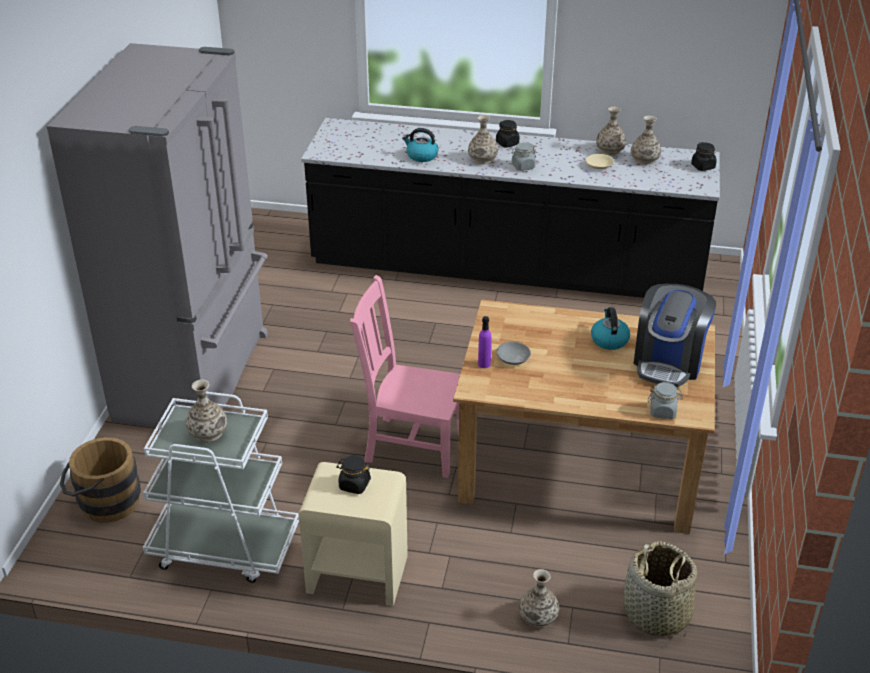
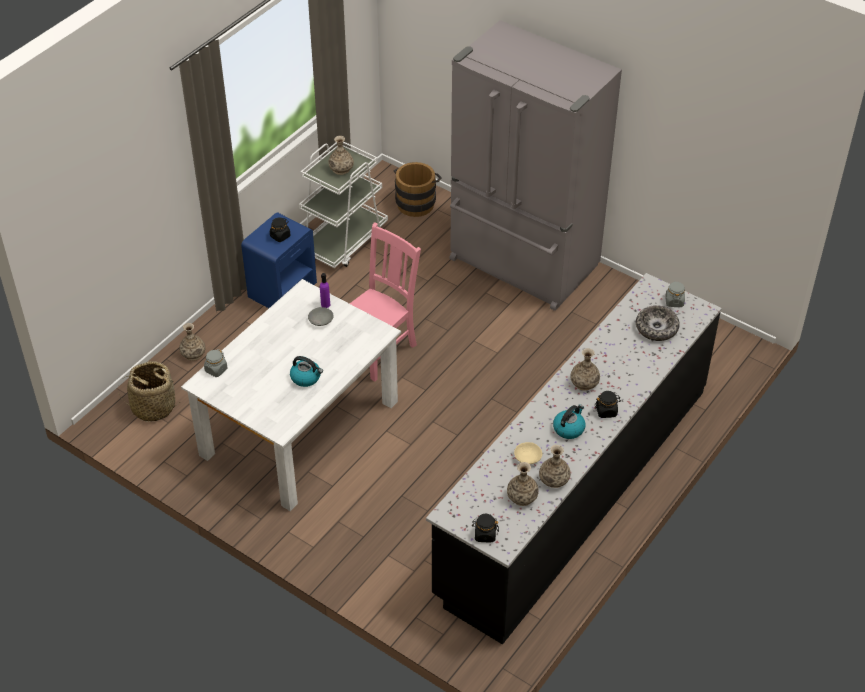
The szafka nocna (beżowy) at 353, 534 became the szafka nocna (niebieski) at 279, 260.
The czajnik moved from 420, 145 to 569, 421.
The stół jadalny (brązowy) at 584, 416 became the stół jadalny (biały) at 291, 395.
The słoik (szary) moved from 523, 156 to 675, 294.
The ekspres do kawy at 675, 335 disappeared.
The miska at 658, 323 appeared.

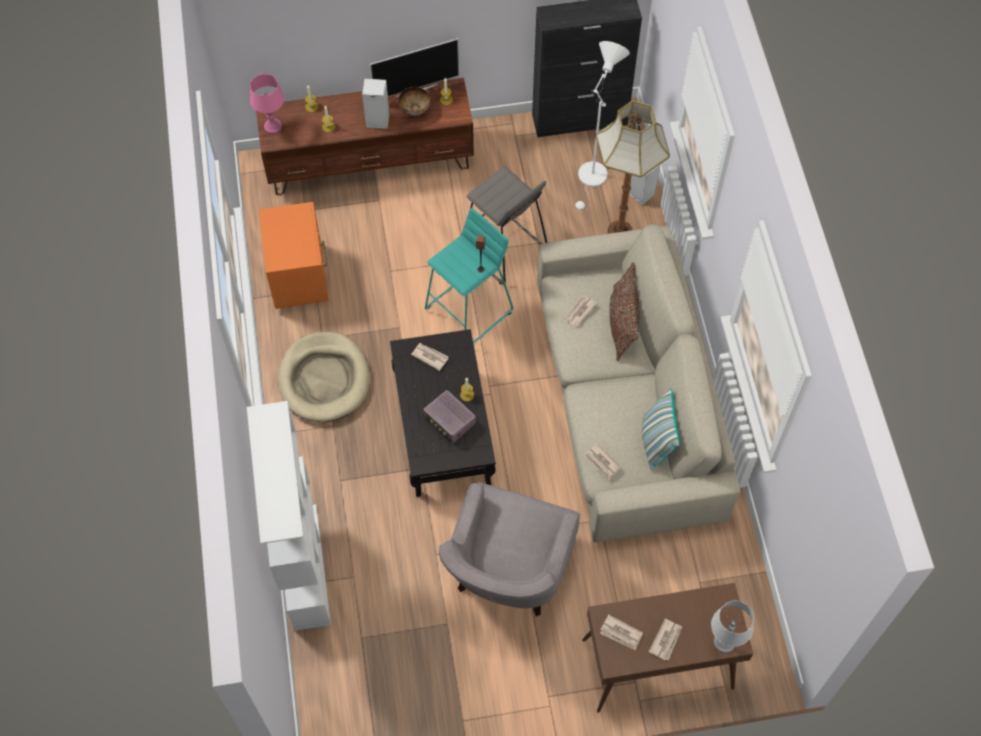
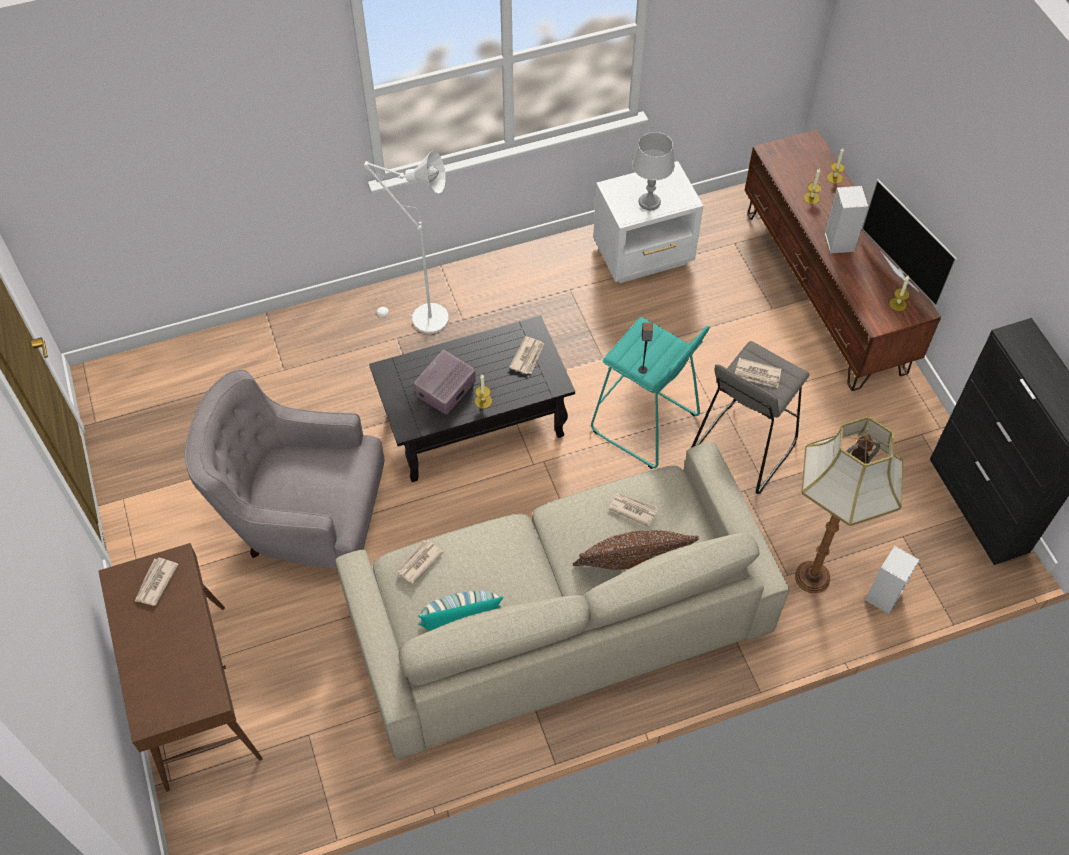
The regał (biały) at 289, 516 disappeared.
The lampa stołowa (różowy) at 267, 104 disappeared.
The szafka nocna (pomarańczowy) at 294, 255 became the szafka nocna (biały) at 648, 222.
The legowisko (beżowy) at 324, 376 disappeared.
The miska at 414, 101 disappeared.
The lampa stojąca (biały) moved from 602, 127 to 406, 242.
The gazeta moved from 665, 640 to 758, 373.
The lampa stołowa (szary) moved from 732, 627 to 653, 171.

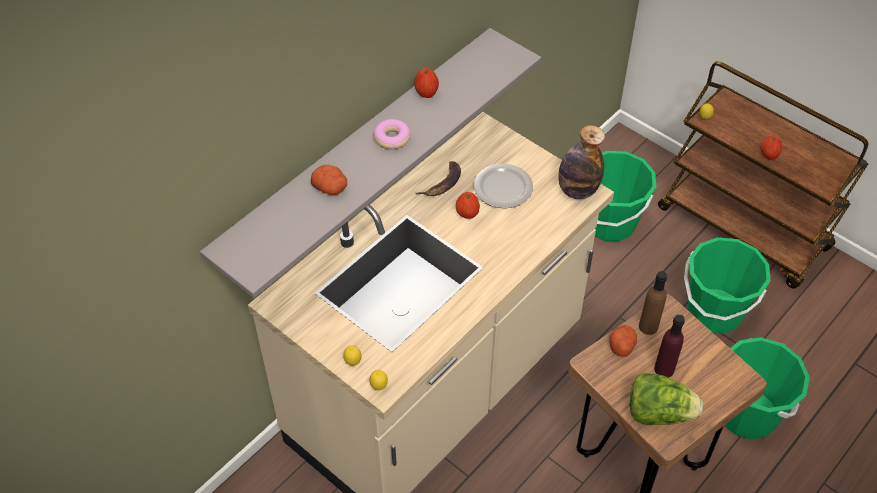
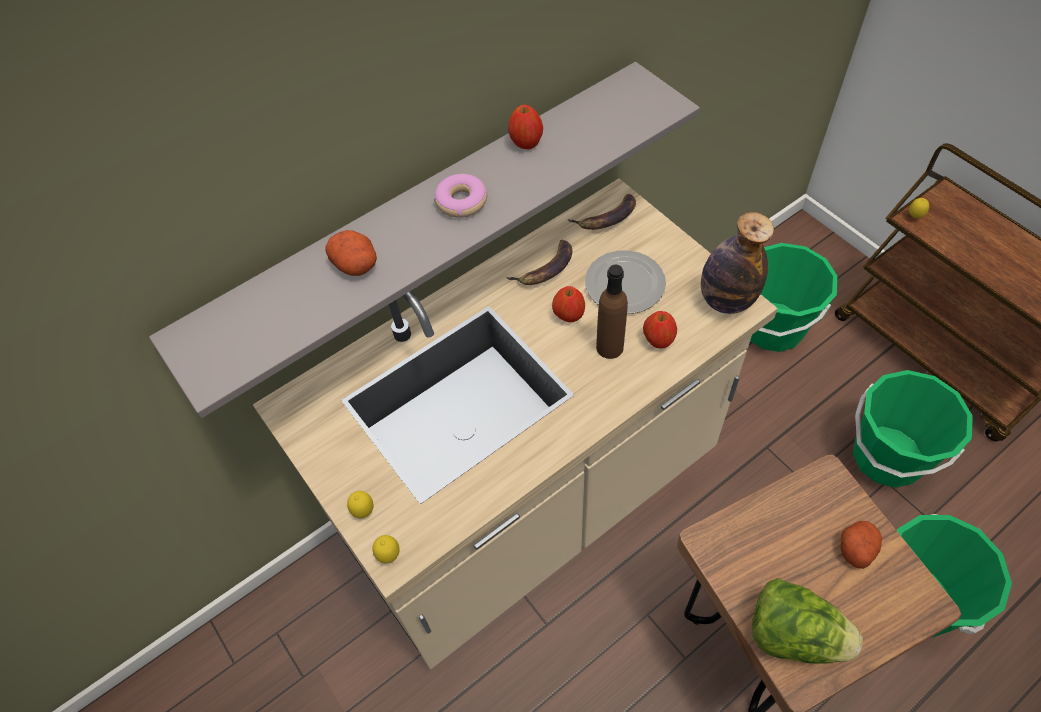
The ziemniak moved from 623, 341 to 861, 545.
The butelka (brązowy) moved from 653, 303 to 612, 312.
The butelka (fioletowy) at 669, 346 disappeared.
The jabłko moved from 771, 148 to 660, 330.
The banan at 602, 211 appeared.

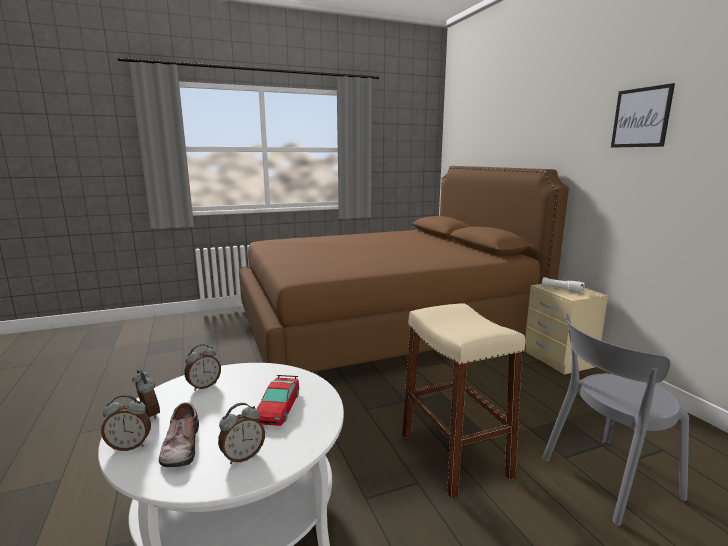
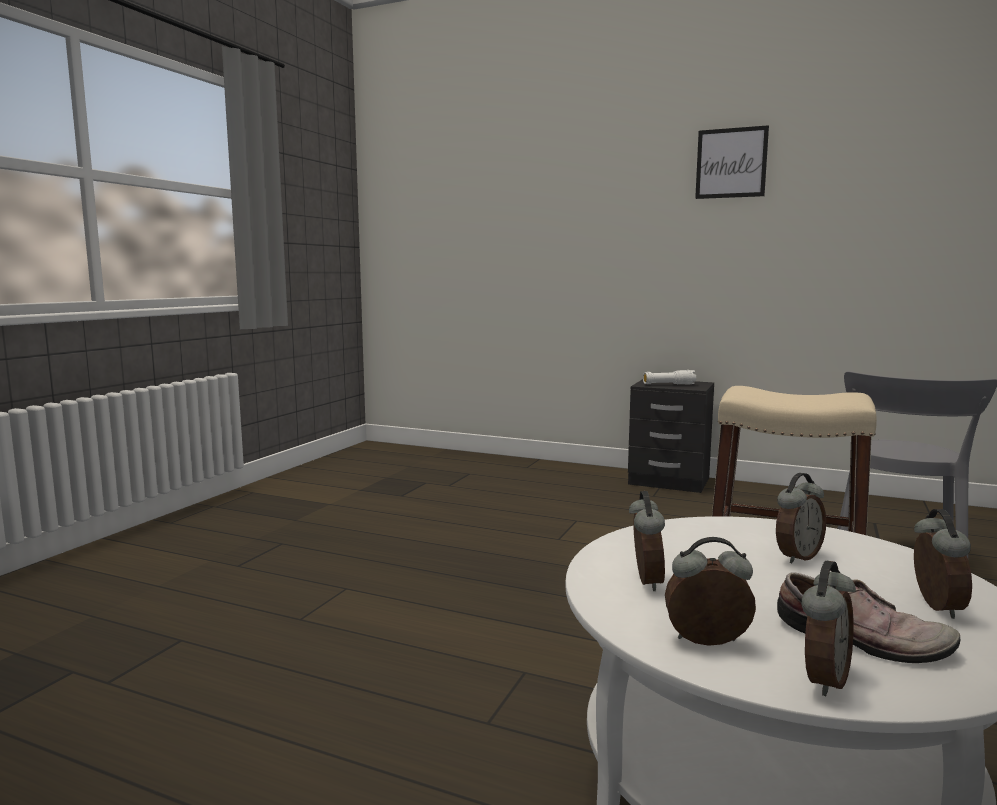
The łóżko (brązowy) at 404, 269 disappeared.
The samochodzik at 278, 400 was replaced by the budzik at 801, 518.
The szafka nocna (beżowy) at 566, 329 became the szafka nocna (czarny) at 671, 436.

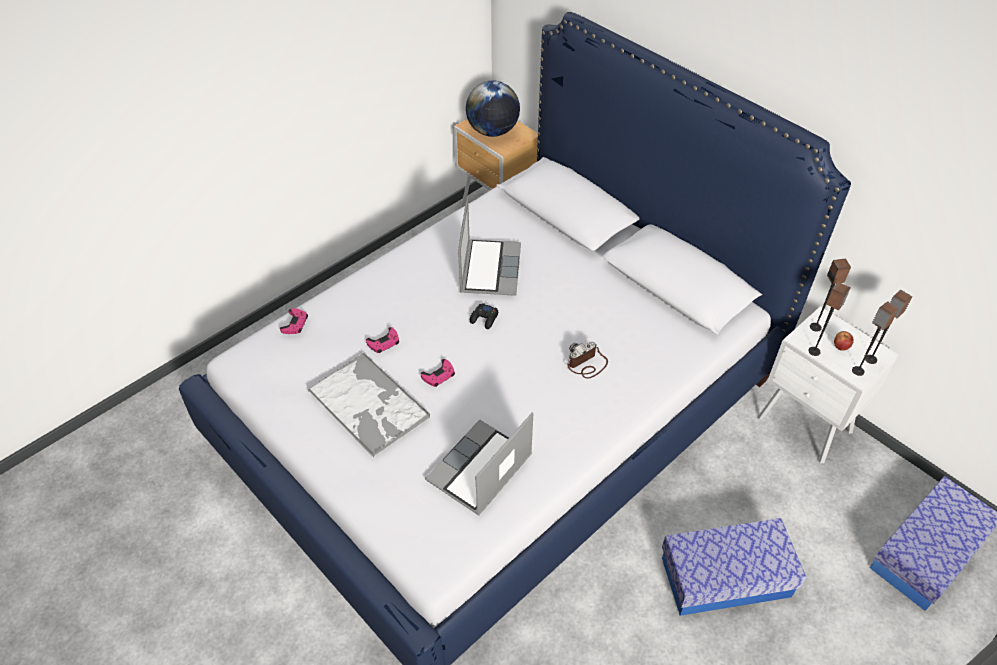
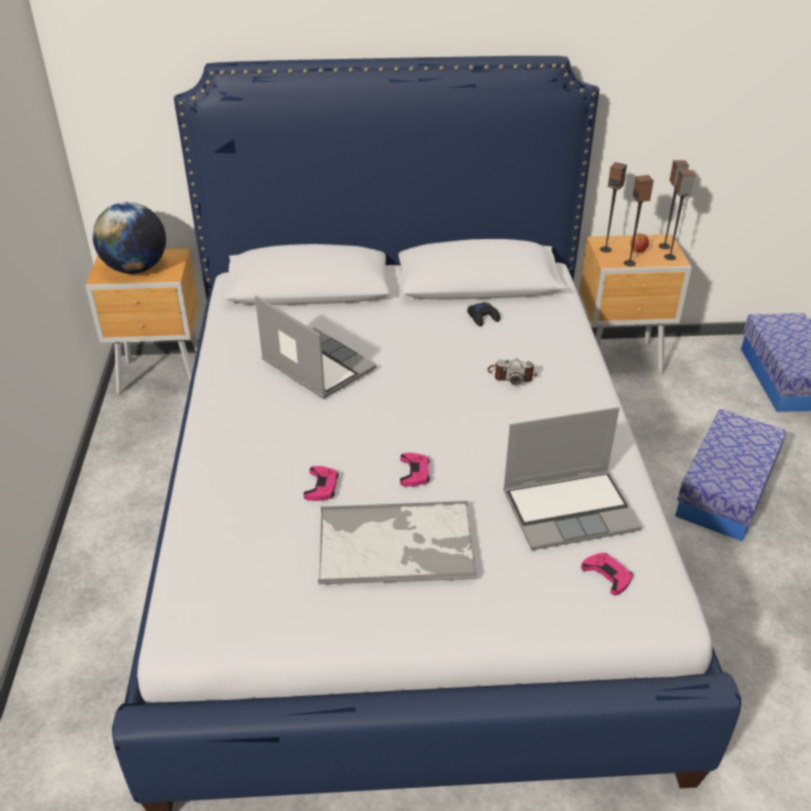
The pad do gier (różowy) moved from 294, 321 to 607, 573.
The laptop at 479, 463 turned 90 degrees counterclockwise.
The pad do gier (czarny) moved from 484, 316 to 483, 314.
The aparat fotograficzny at 587, 360 turned 90 degrees counterclockwise.
The szafka nocna (biały) at 828, 385 became the szafka nocna (brązowy) at 635, 304.

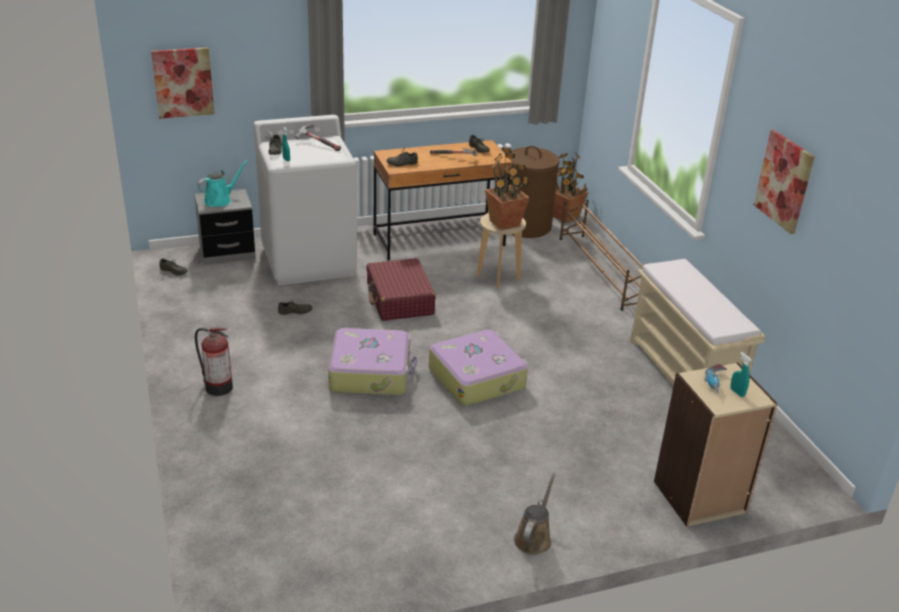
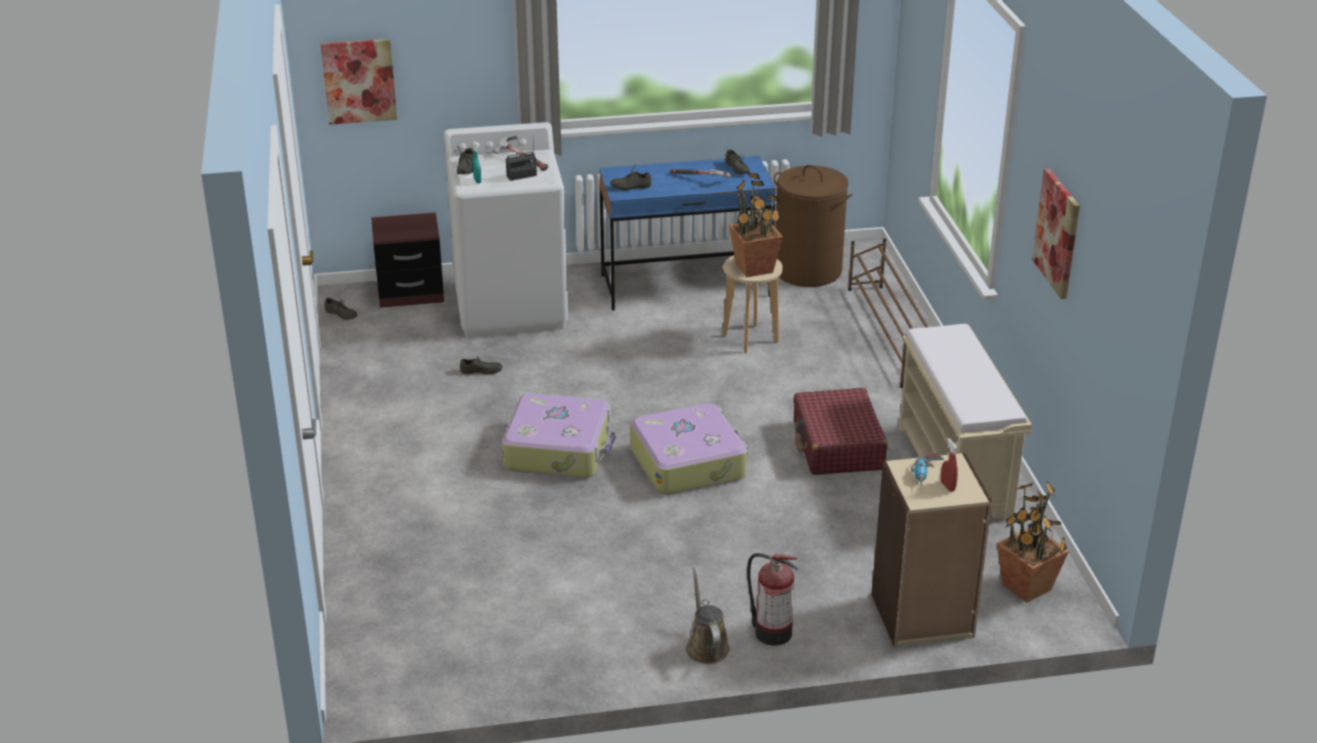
The szafka nocna (szary) at 224, 227 became the szafka nocna (brązowy) at 407, 260.
The gaśnica moved from 214, 361 to 772, 599.
The konewka (turkusowy) at 222, 184 disappeared.
The walizka (czerwony) moved from 401, 289 to 840, 431.
The biurko (brązowy) at 443, 200 became the biurko (niebieski) at 687, 233.
The konewka (brązowy) at 535, 514 turned 45 degrees counterclockwise.
The roślina doniczkowa moved from 570, 187 to 1033, 542.
The spryskiwacz (turkusowy) at 741, 374 became the spryskiwacz (czerwony) at 949, 465.
The radio at 521, 161 appeared.

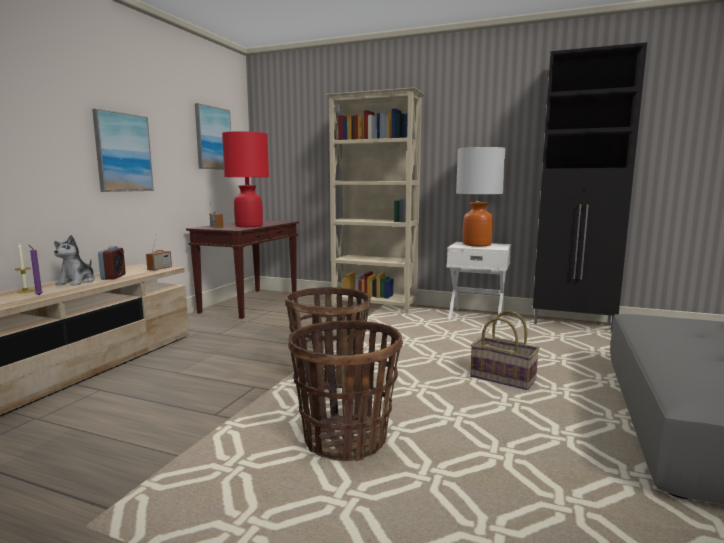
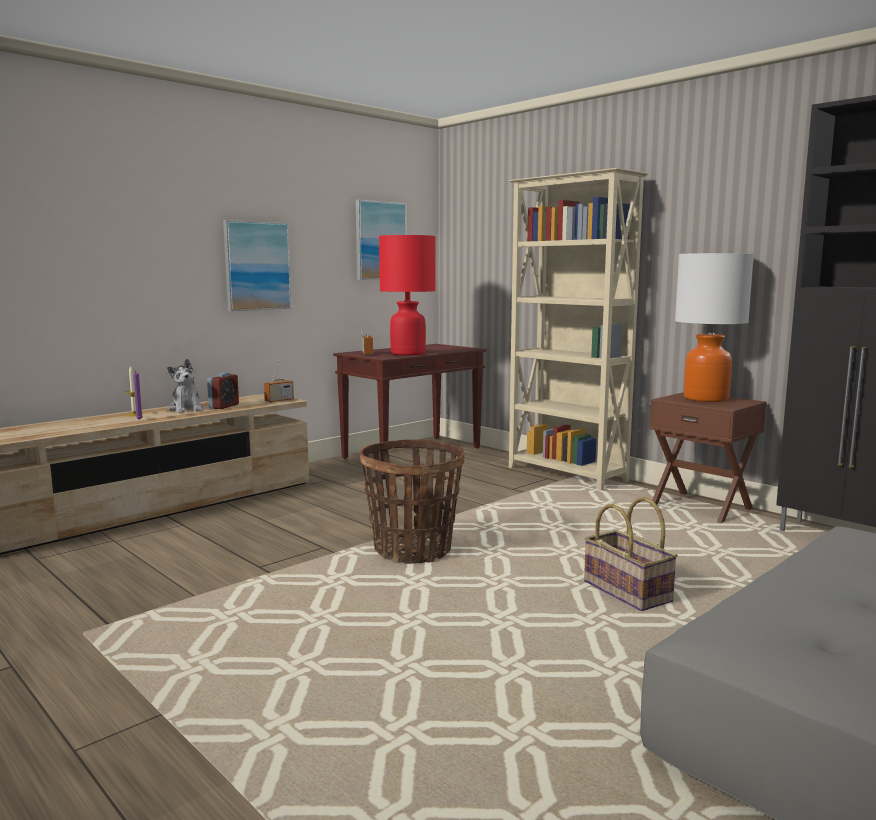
The pluszak at 74, 260 turned 60 degrees counterclockwise.
The koszyk at 346, 390 disappeared.
The szafka nocna (biały) at 479, 283 became the szafka nocna (brązowy) at 707, 457.

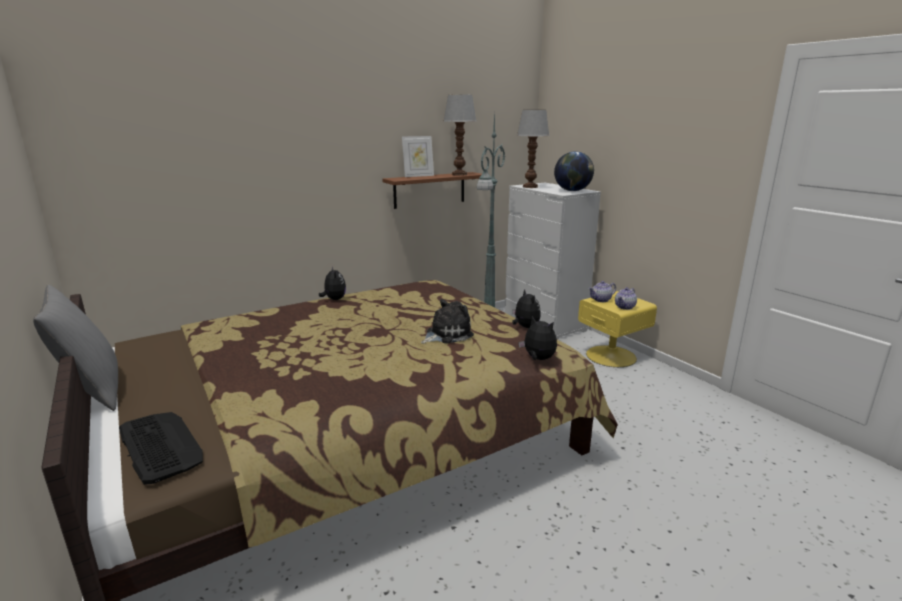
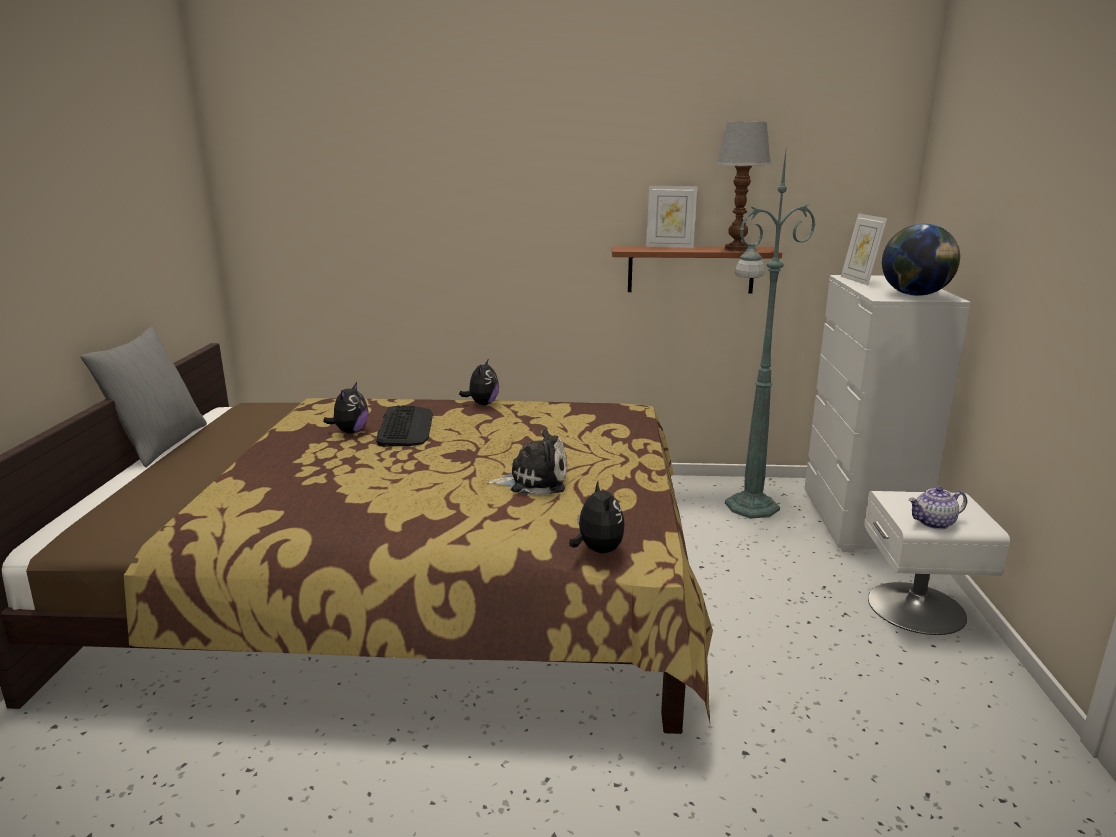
The klawiatura moved from 161, 448 to 404, 426.
The pluszak moved from 526, 308 to 345, 408.
The lampa stołowa at 533, 149 was replaced by the ramka na zdjęcie at 864, 249.
The szafka nocna (żółty) at 617, 329 became the szafka nocna (biały) at 937, 563.
The imbryk at 602, 291 disappeared.

